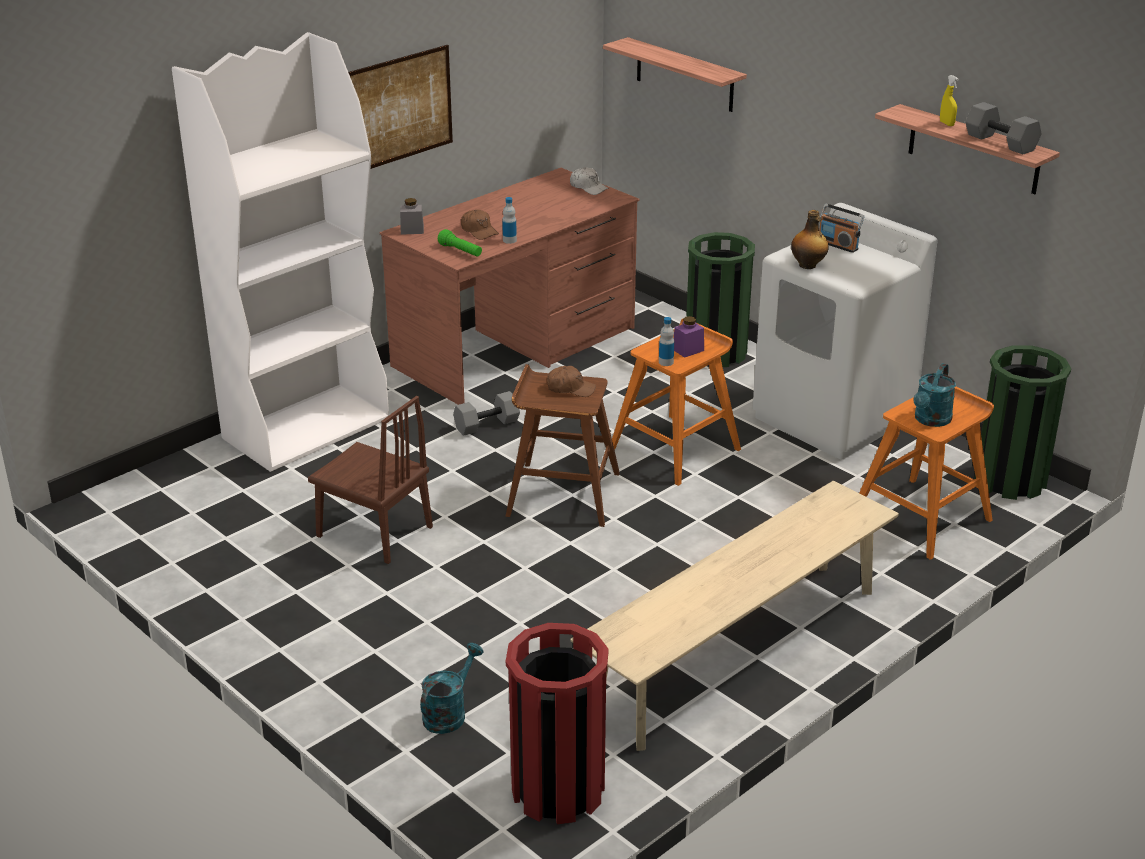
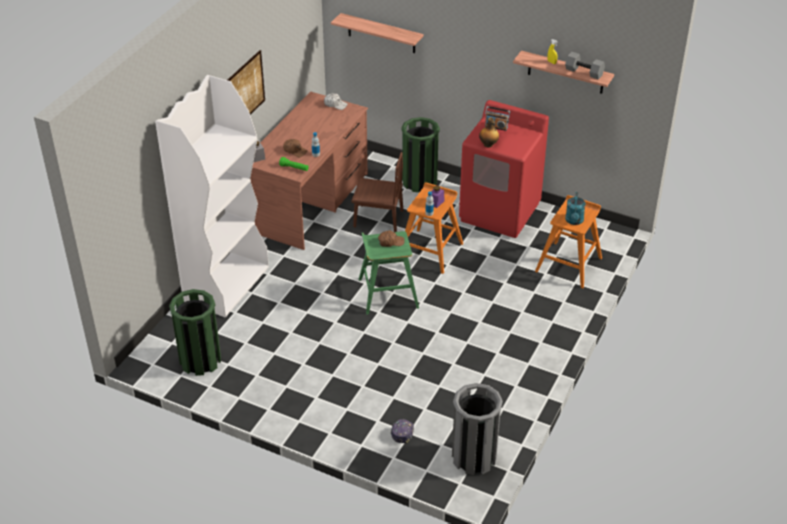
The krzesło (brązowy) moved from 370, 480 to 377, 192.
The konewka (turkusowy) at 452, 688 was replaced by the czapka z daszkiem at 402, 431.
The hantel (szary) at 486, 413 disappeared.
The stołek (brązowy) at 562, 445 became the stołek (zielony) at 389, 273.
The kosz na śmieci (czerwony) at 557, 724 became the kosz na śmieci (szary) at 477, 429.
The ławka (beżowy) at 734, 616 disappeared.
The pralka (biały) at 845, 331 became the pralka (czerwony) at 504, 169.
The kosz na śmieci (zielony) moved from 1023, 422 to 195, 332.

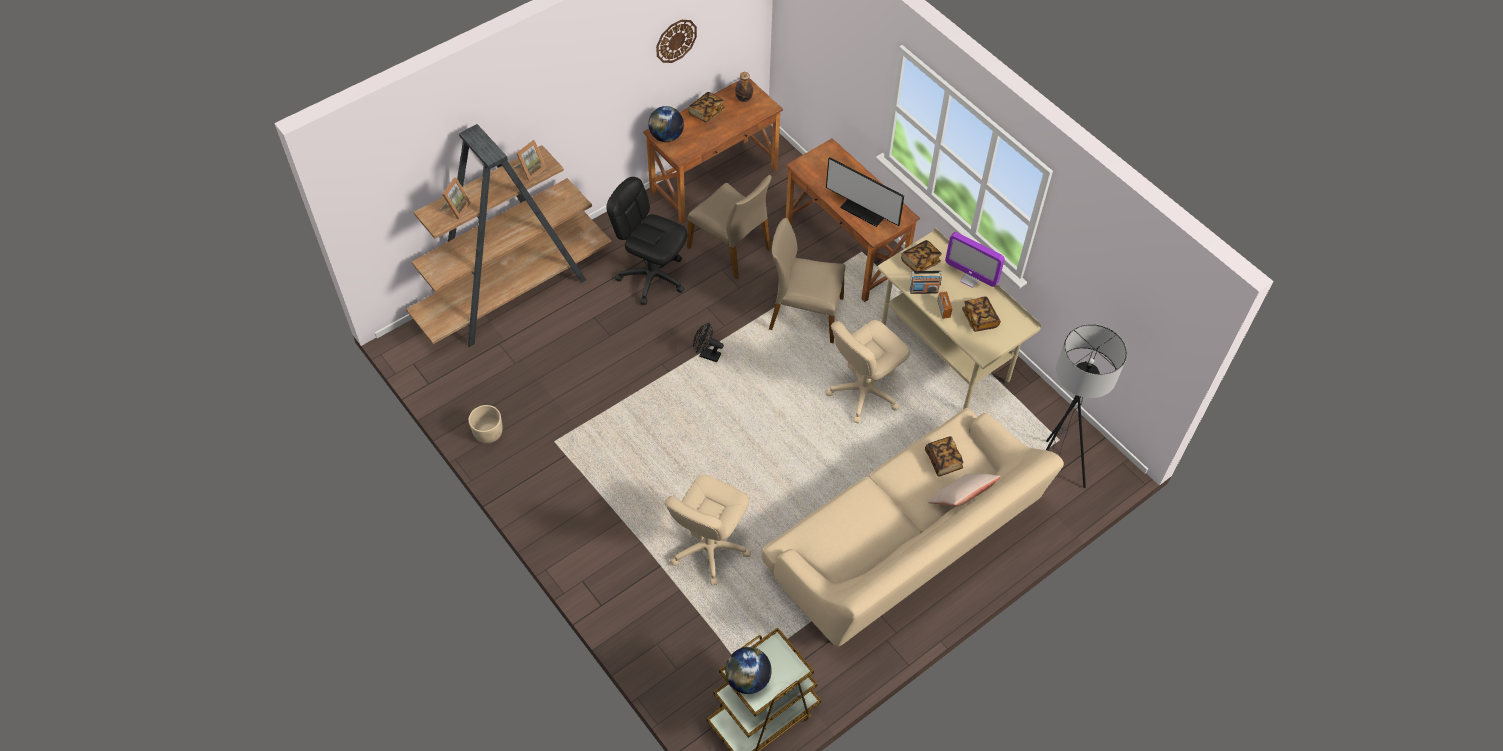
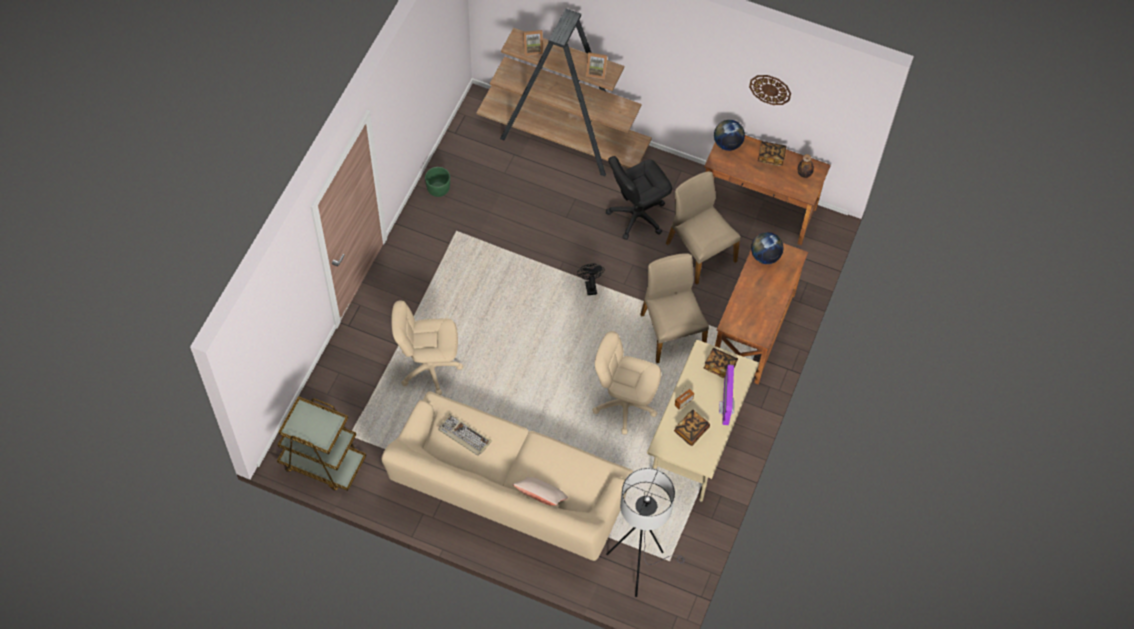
The donica (beżowy) at 486, 424 became the donica (zielony) at 437, 182.
The krzesło biurowe (czarny) at 646, 241 turned 120 degrees counterclockwise.
The krzesło (beżowy) at 729, 227 turned 135 degrees clockwise.
The globus moved from 748, 670 to 767, 248.
The monitor at 865, 192 disappeared.
The radio at 926, 282 disappeared.
The książka at 944, 456 disappeared.
The klawiatura at 465, 435 appeared.

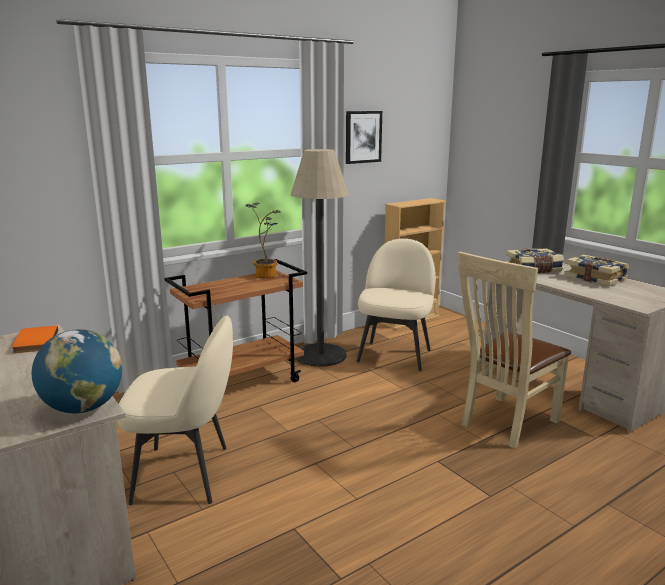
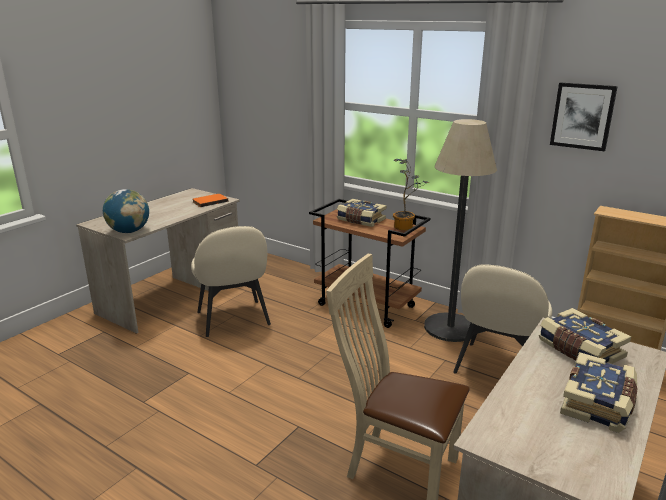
The krzesło (beżowy) at 396, 304 turned 120 degrees clockwise.
The książka at 361, 213 appeared.

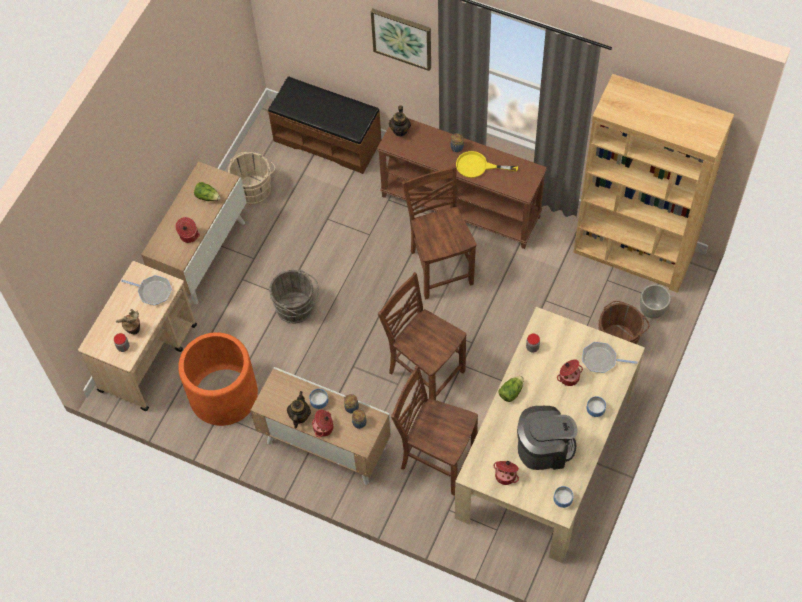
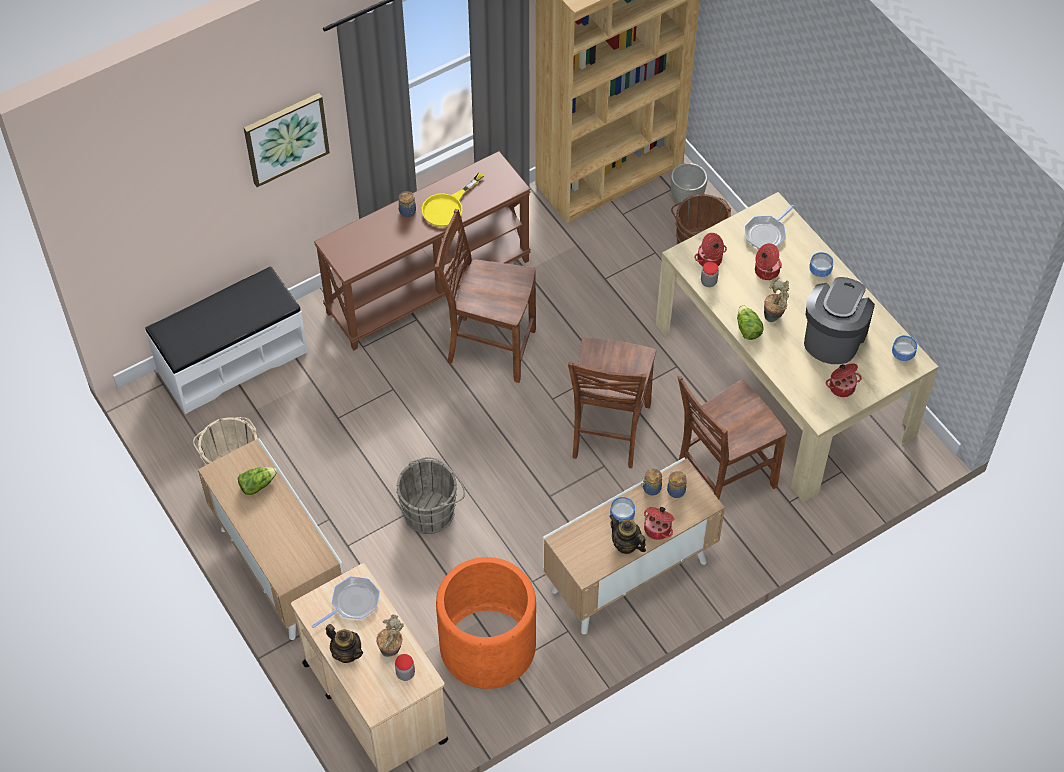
The garnek moved from 188, 230 to 710, 249.
The ławka (brązowy) at 324, 125 became the ławka (biały) at 226, 340.
The krzesło (brązowy) at 422, 336 turned 60 degrees counterclockwise.
The imbryk moved from 400, 120 to 344, 643.
The roślina doniczkowa at 776, 299 appeared.

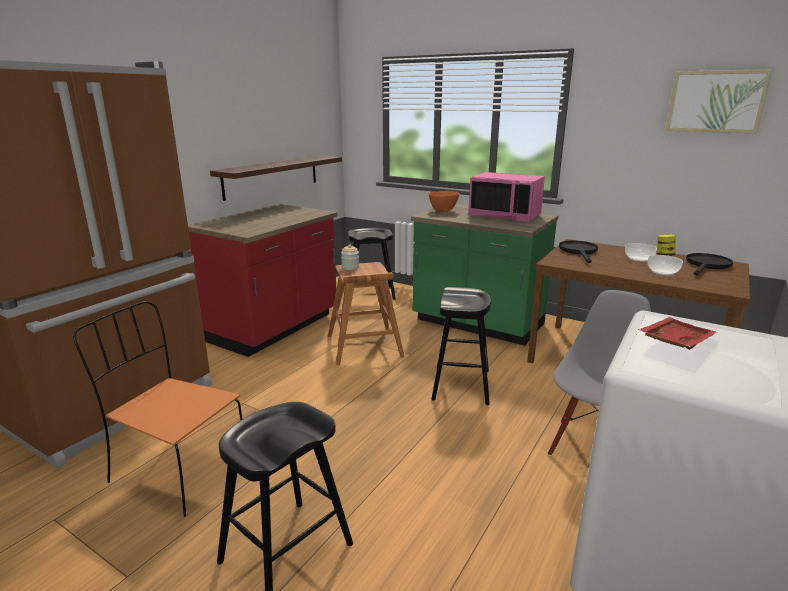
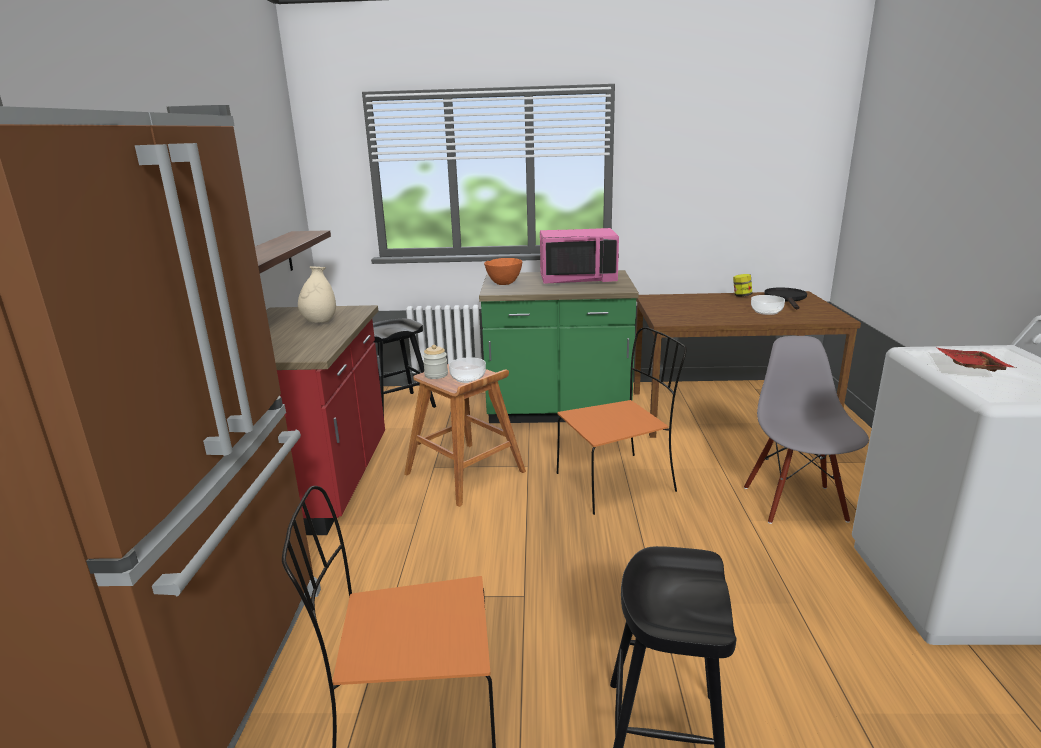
The stołek (czarny) at 461, 346 was replaced by the krzesło (pomarańczowy) at 622, 421.
The patelnia (czarny) at 578, 251 disappeared.
The miska moved from 641, 252 to 467, 370.
The obraz at 718, 101 disappeared.
The wazon (beżowy) at 317, 294 appeared.

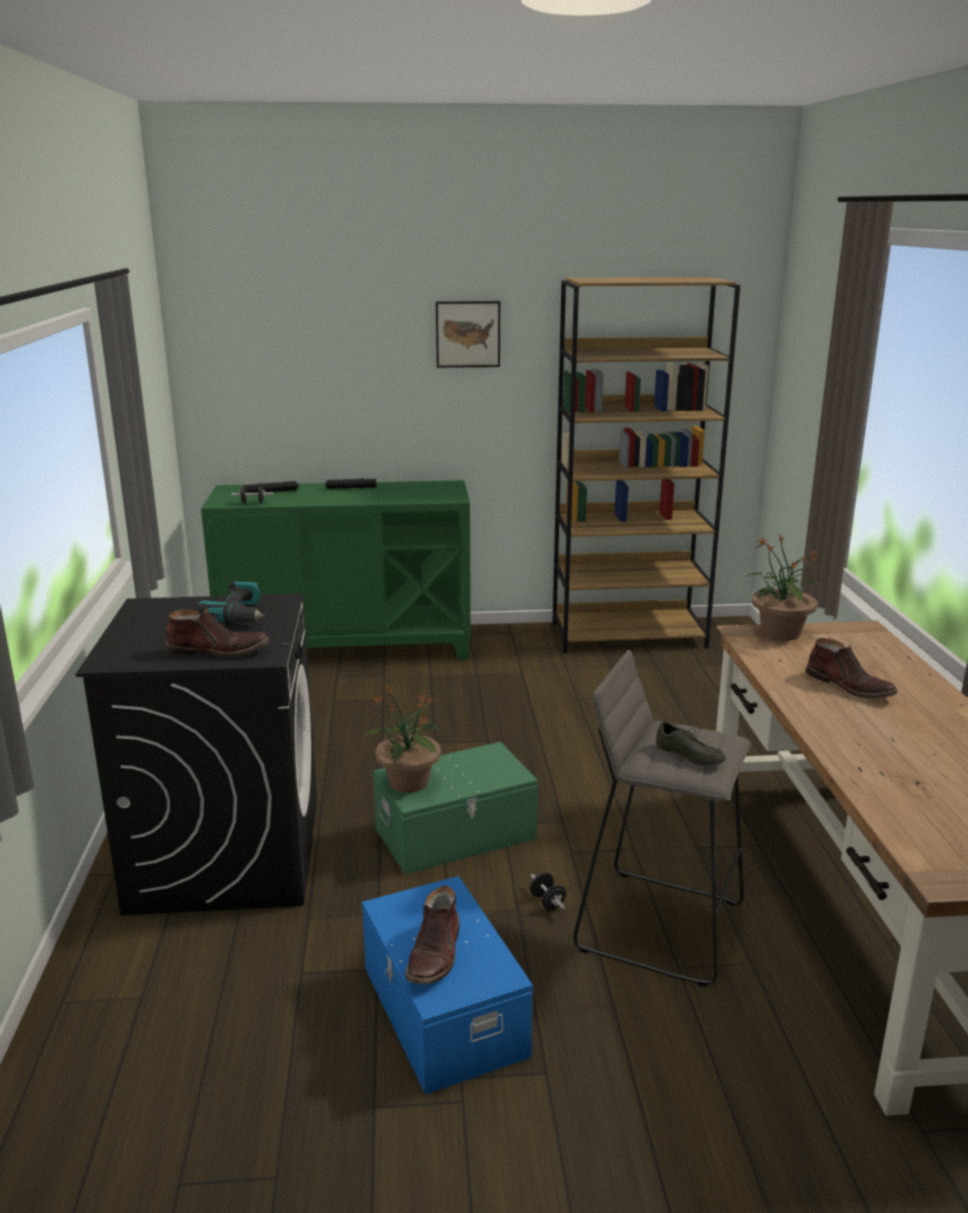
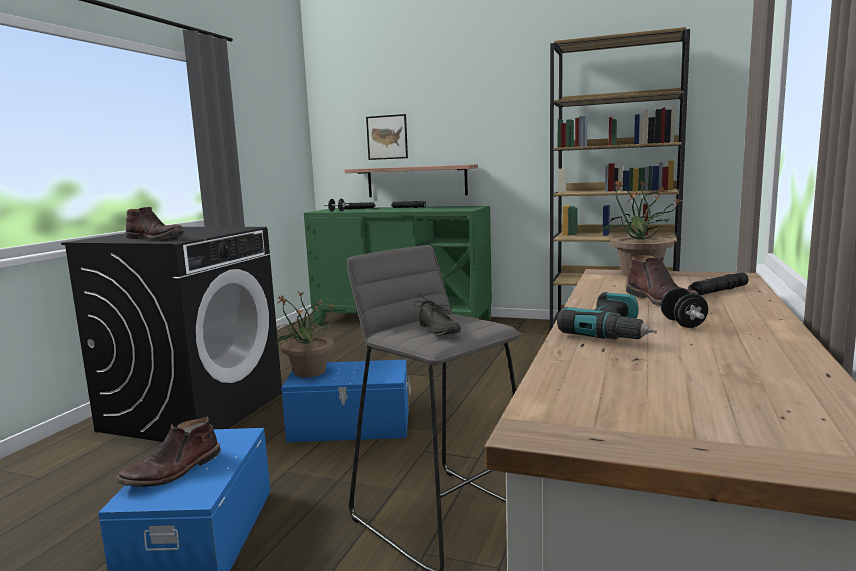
The wiertarka moved from 230, 602 to 605, 315.
The pojemnik do przechowywania (zielony) at 455, 808 became the pojemnik do przechowywania (niebieski) at 346, 400.
The obraz moved from 468, 334 to 387, 137.
The hantel (czarny) moved from 548, 891 to 684, 308.
The półka at 411, 180 appeared.
The latarka (czarny) at 719, 283 appeared.

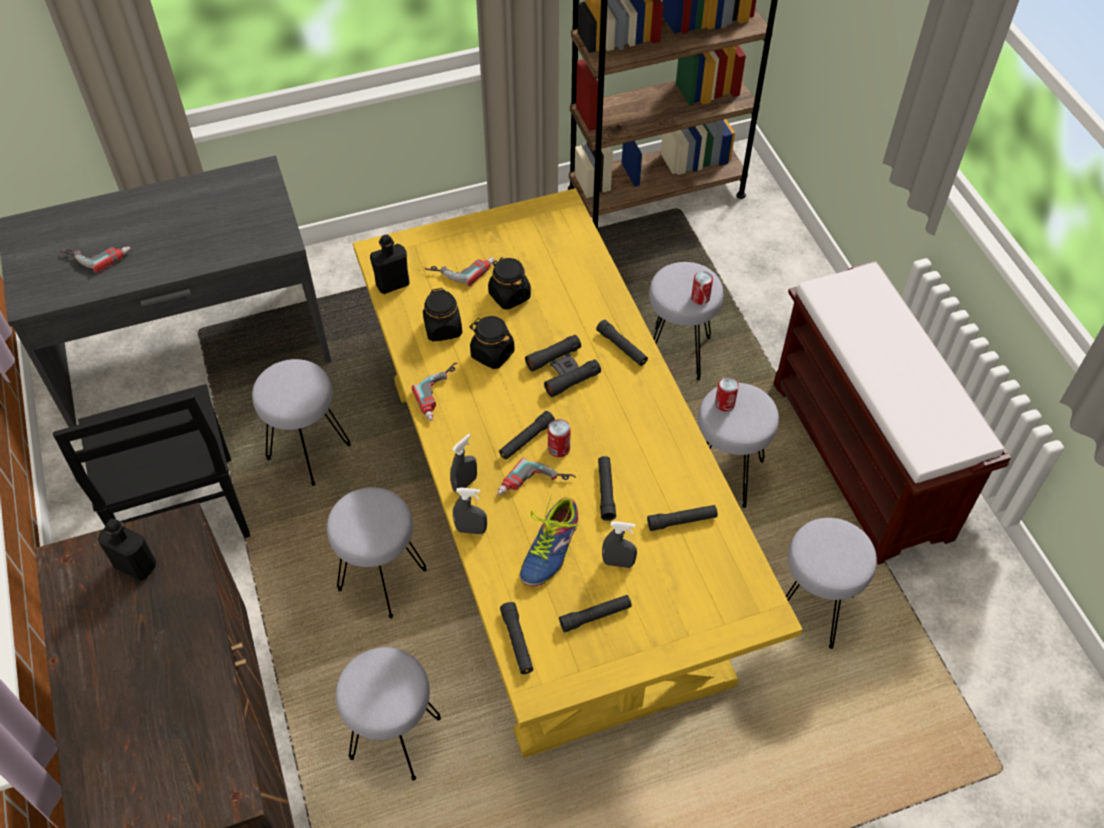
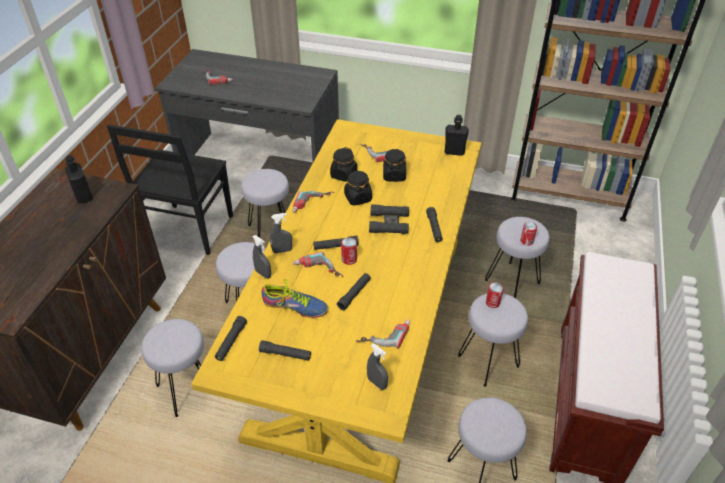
The butelka (czarny) moved from 390, 264 to 456, 135.
The but at 549, 540 turned 135 degrees counterclockwise.
The spryskiwacz (szary) moved from 619, 544 to 377, 367.
The latarka (czarny) at 682, 518 was replaced by the wiertarka at 383, 334.

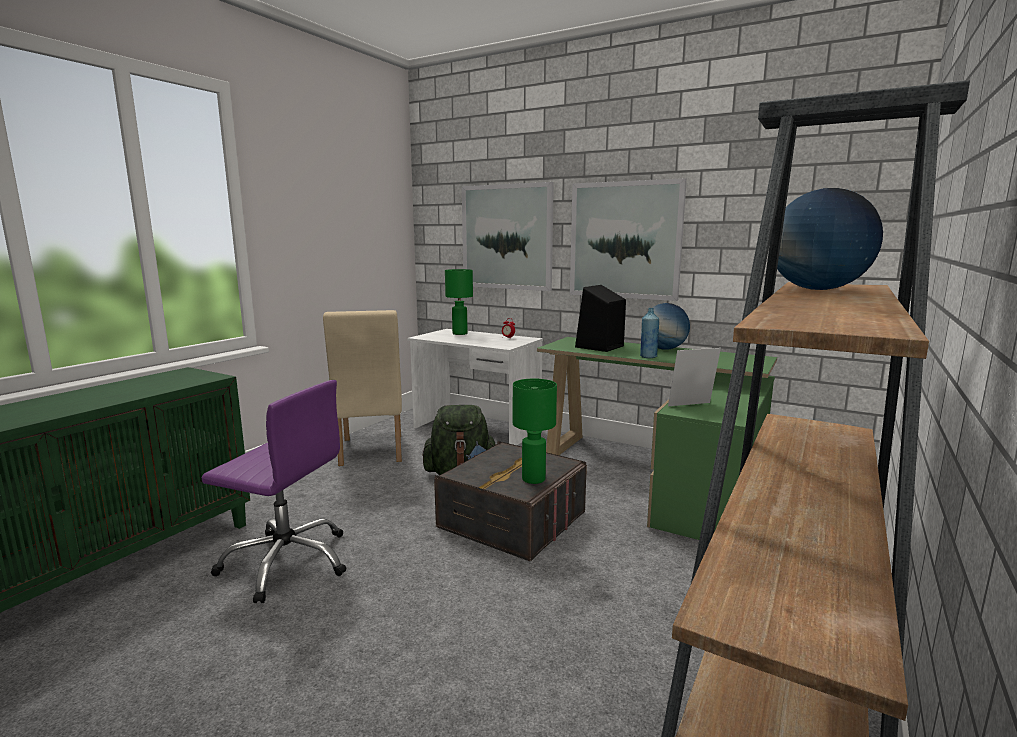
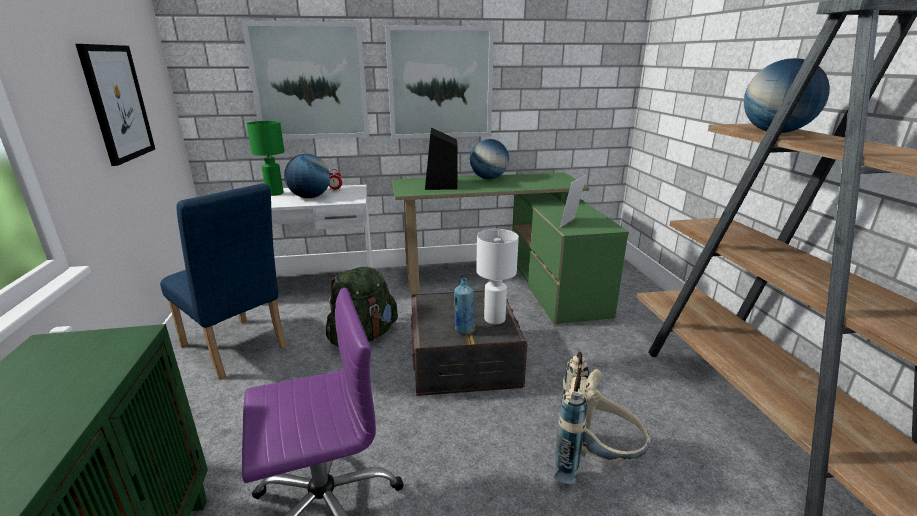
The krzesło (beżowy) at 362, 388 became the krzesło (niebieski) at 223, 281.
The lampa stołowa (zielony) at 535, 431 became the lampa stołowa (biały) at 497, 276.
The butelka (niebieski) moved from 649, 333 to 464, 306.
The obraz at 115, 105 appeared.
The globus at 307, 176 appeared.
The plecak (beżowy) at 602, 418 appeared.

